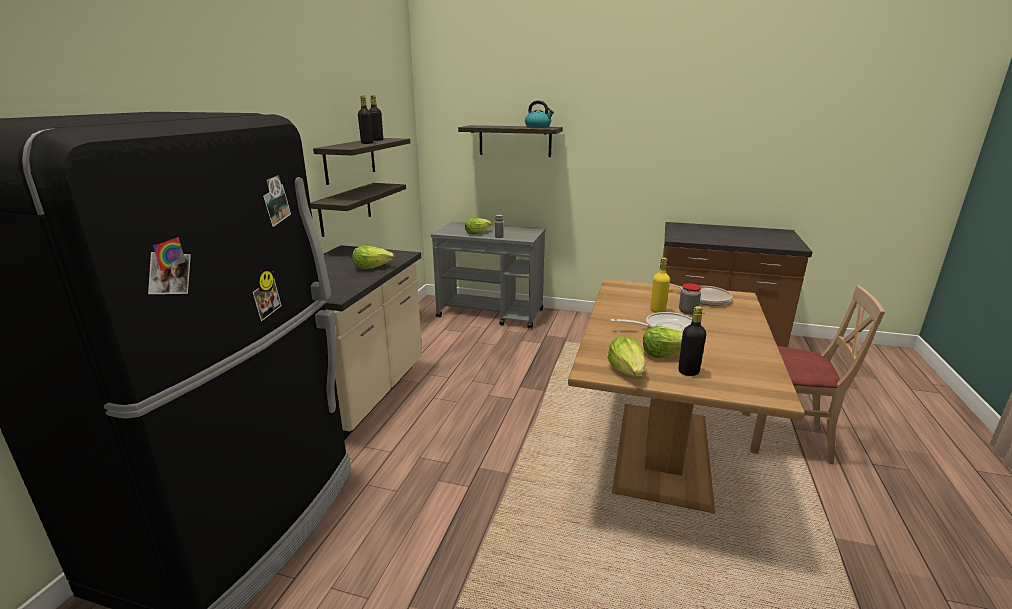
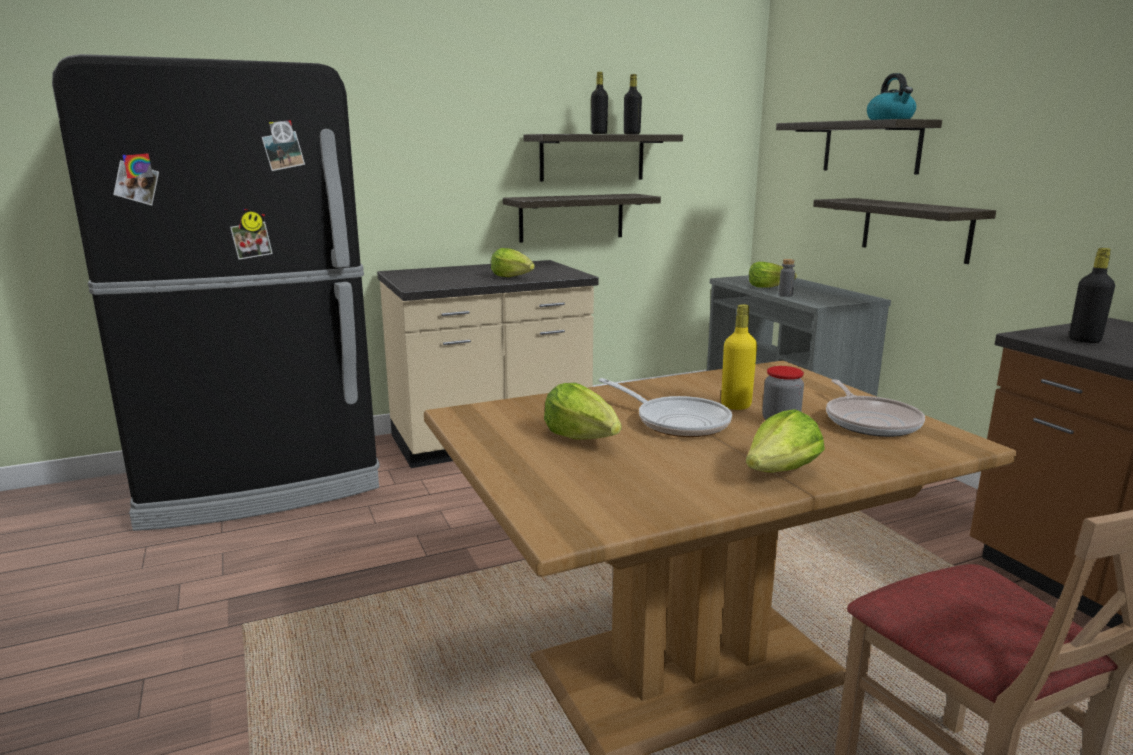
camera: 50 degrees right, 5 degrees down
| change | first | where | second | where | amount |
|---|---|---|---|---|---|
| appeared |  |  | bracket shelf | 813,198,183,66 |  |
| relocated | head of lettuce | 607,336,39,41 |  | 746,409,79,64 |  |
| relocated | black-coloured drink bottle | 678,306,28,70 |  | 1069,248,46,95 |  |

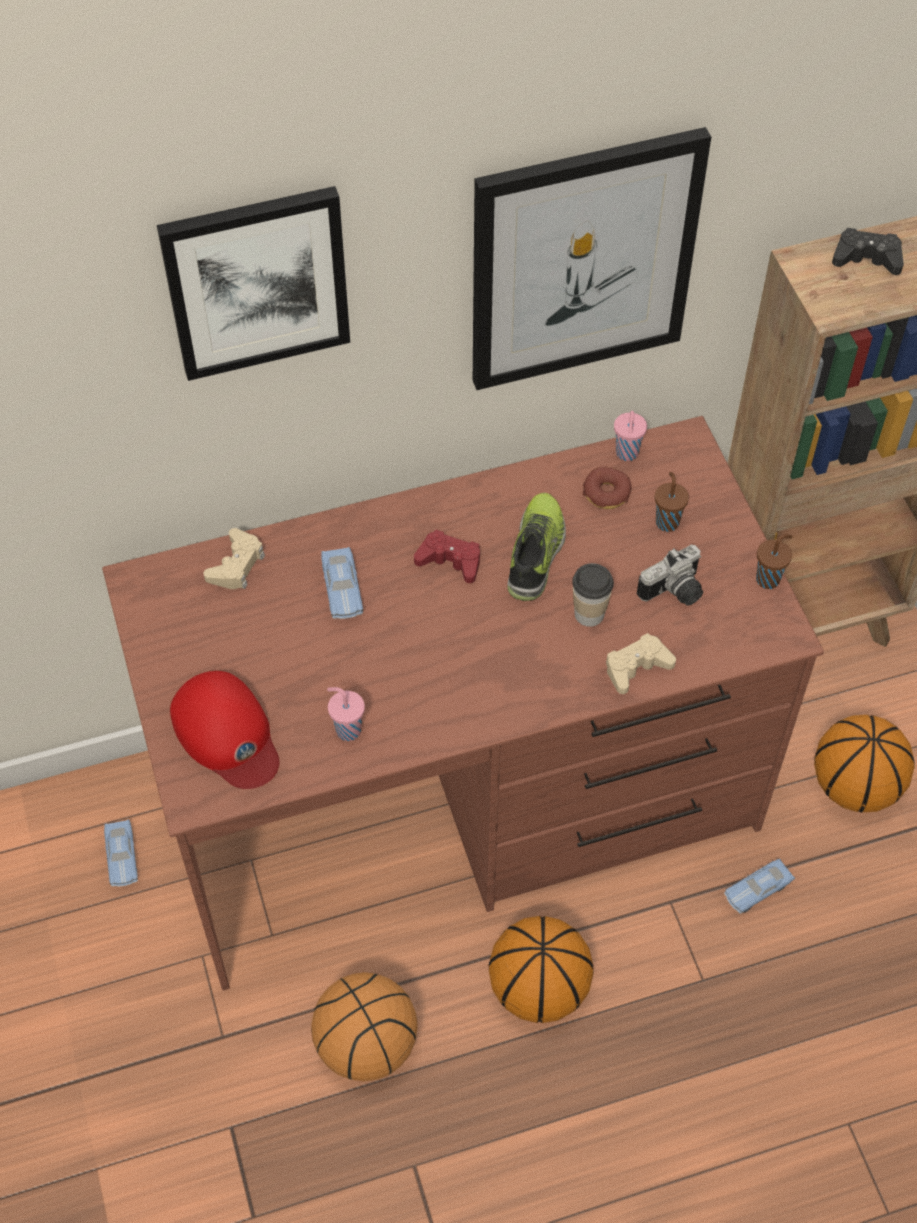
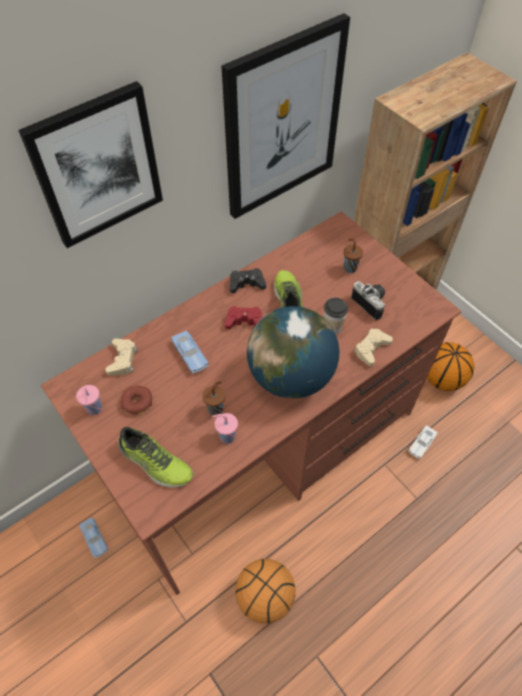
camera: 20 degrees left, 0 degrees up
| change | first | where | second | where | amount |
|---|---|---|---|---|---|
| missing | ball for basketball | 488,916,105,107 |  |  |  |
| appeared |  |  | desk globe | 247,306,92,93 |  |
| relocated | donut | 583,466,48,43 |  | 121,386,31,29 |  |
| relocated | pinkish small cup | 614,411,33,50 |  | 76,385,26,30 |  |
| relocated | brown-coloured small cup | 756,534,36,55 |  | 203,381,22,34 |  |
| relocated | black-coloured game controller | 832,228,72,47 |  | 229,268,37,25 |  |
| exchanged | red-coloured peaked cap | 170,671,109,118 | item of footwear | 118,427,75,61 |  |
| colour | blue-coloured toy car | 724,859,71,55 | white toy car | 408,425,30,34 |  |
| spun | photo camera | 637,545,66,60 |  | 352,281,33,39 | 75 degrees counterclockwise |

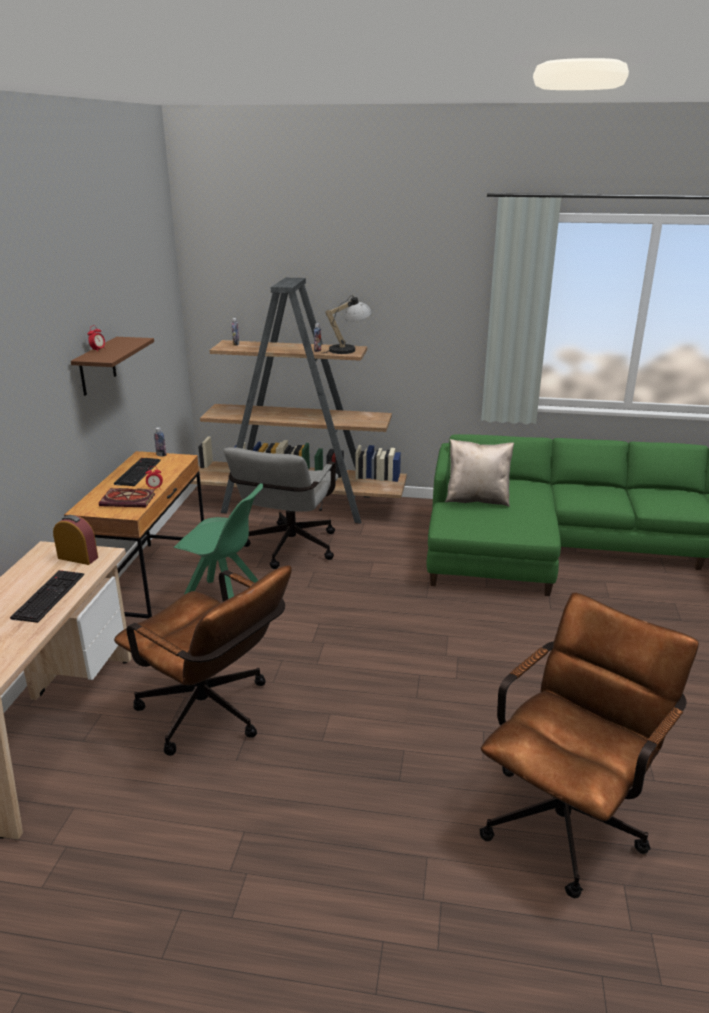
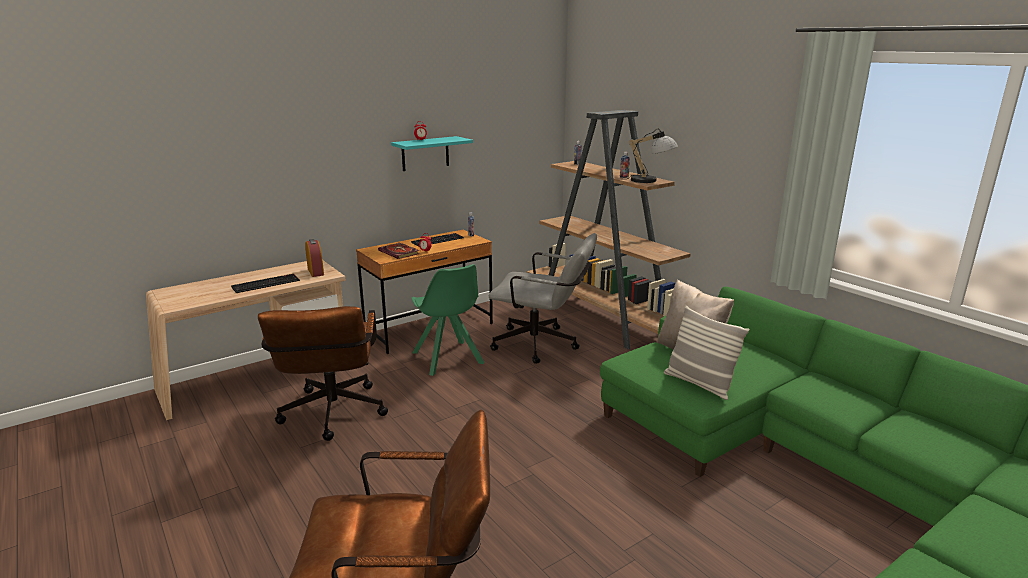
camera: 45 degrees right, 5 degrees down
| change | first | where | second | where | amount |
|---|---|---|---|---|---|
| appeared |  |  | pillow | 664,306,86,94 |  |
| colour | brown-coloured bracket shelf | 71,337,83,59 | turquoise-coloured bracket shelf | 391,136,82,35 |  |
| spun | gray computer chair | 224,447,114,122 |  | 489,233,108,131 | 135 degrees counterclockwise |

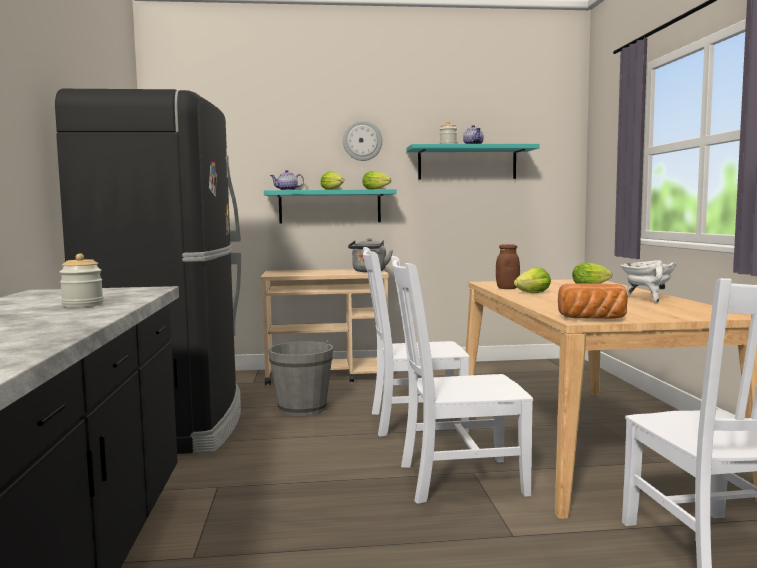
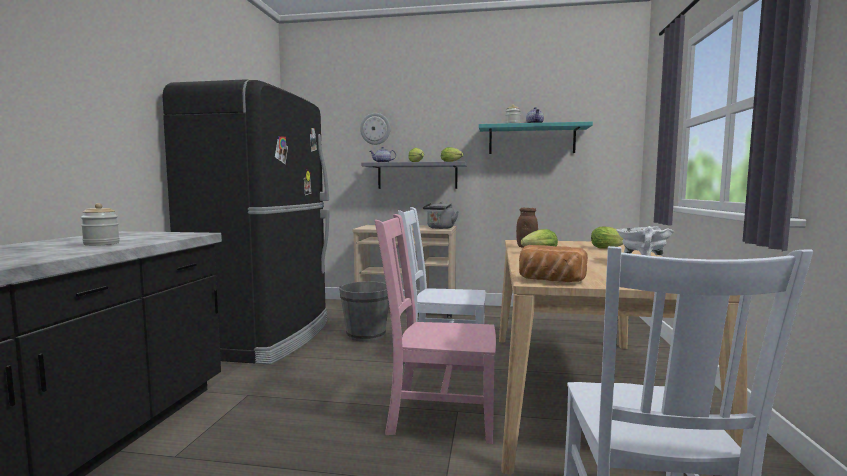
camera: 15 degrees right, 0 degrees up
| change | first | where | second | where | amount |
|---|---|---|---|---|---|
| relocated | clock on the wall | 343,120,39,41 |  | 360,113,30,32 |  |
| colour | turquoise-coloured bracket shelf | 264,189,133,35 | gray bracket shelf | 361,162,106,27 |  |
| colour | white upright chair | 391,256,142,248 | pinkish upright chair | 375,214,121,230 |  |

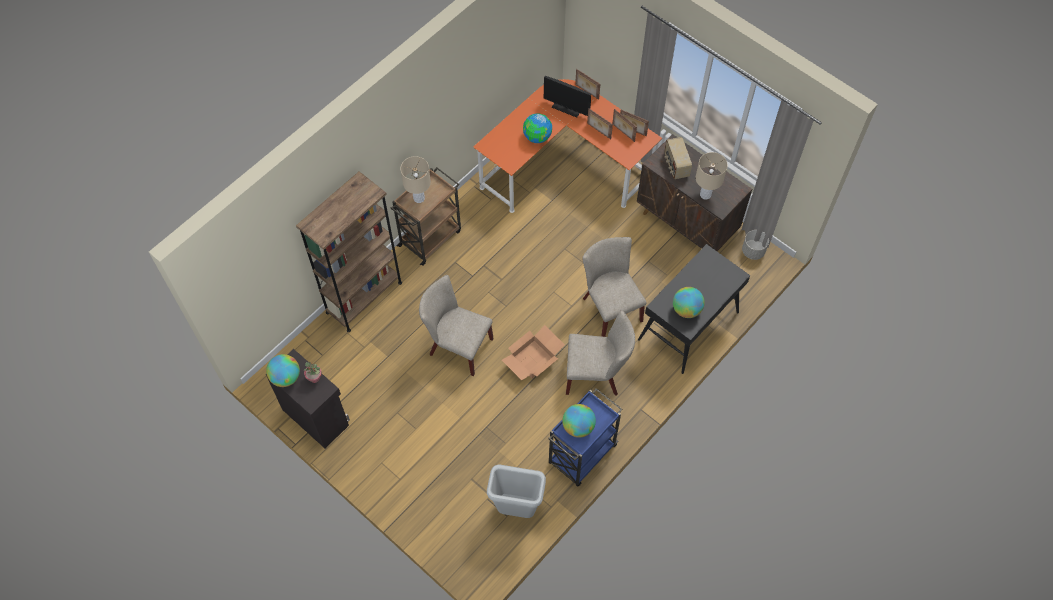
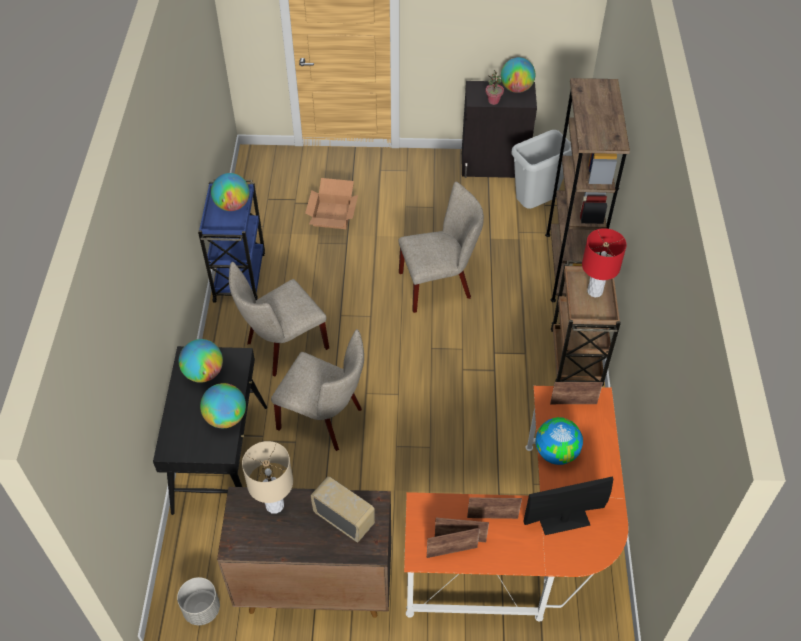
camera: 140 degrees right, 10 degrees down
| change | first | where | second | where | amount |
|---|---|---|---|---|---|
| appeared |  |  | desk globe | 200,383,46,45 |  |
| relocated | gray waste bin | 487,464,59,54 |  | 512,130,60,79 |  |
| relocated | carton | 502,325,63,55 |  | 305,178,53,51 |  |
| relocated | standing frame | 575,69,25,31 |  | 550,382,53,22 |  |
| colour | beige lamp for a table | 400,156,31,47 | red-coloured lamp for a table | 582,228,45,70 |  |

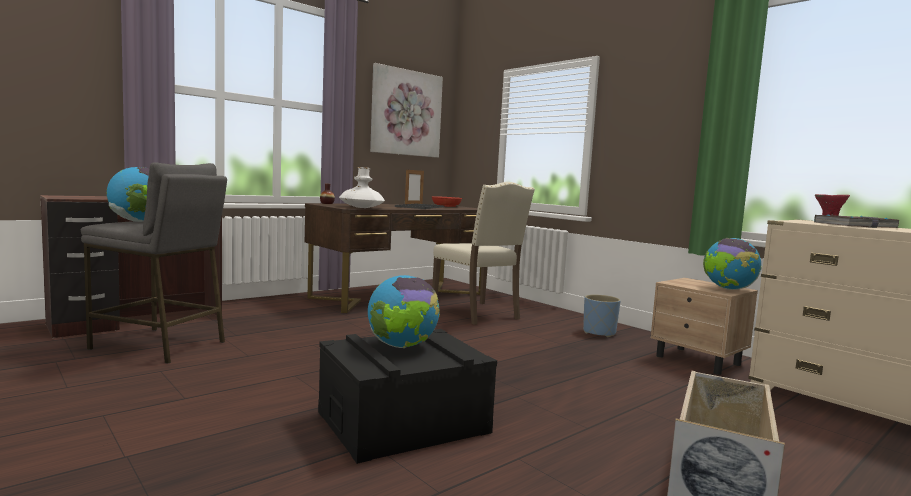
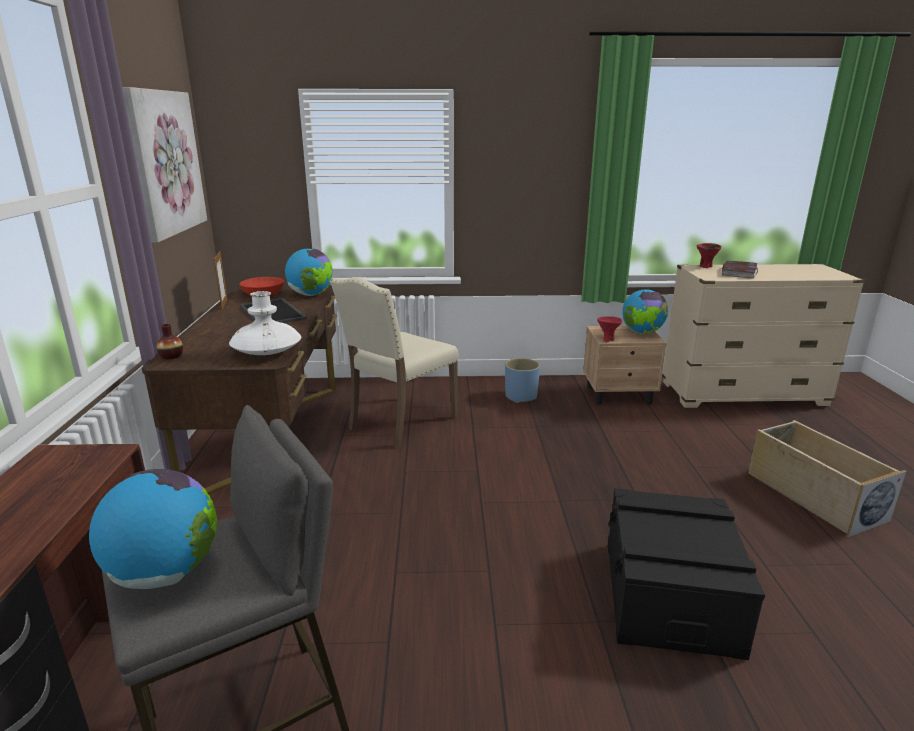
camera: 50 degrees left, 15 degrees up
| change | first | where | second | where | amount |
|---|---|---|---|---|---|
| appeared |  |  | red-coloured serving bowl | 597,316,25,26 |  |
| relocated | desk globe | 368,275,72,73 |  | 285,248,48,48 |  |
| spun | beige upright chair | 432,182,103,143 |  | 330,277,129,172 | 120 degrees clockwise |

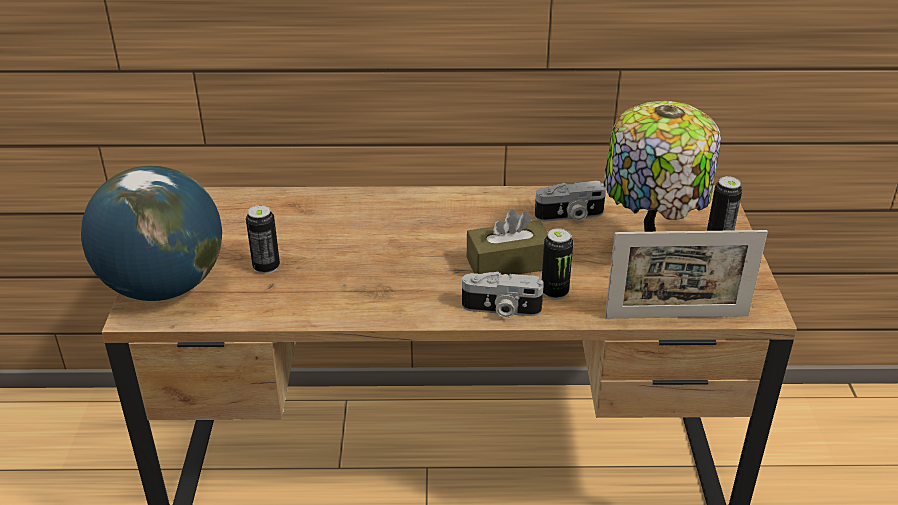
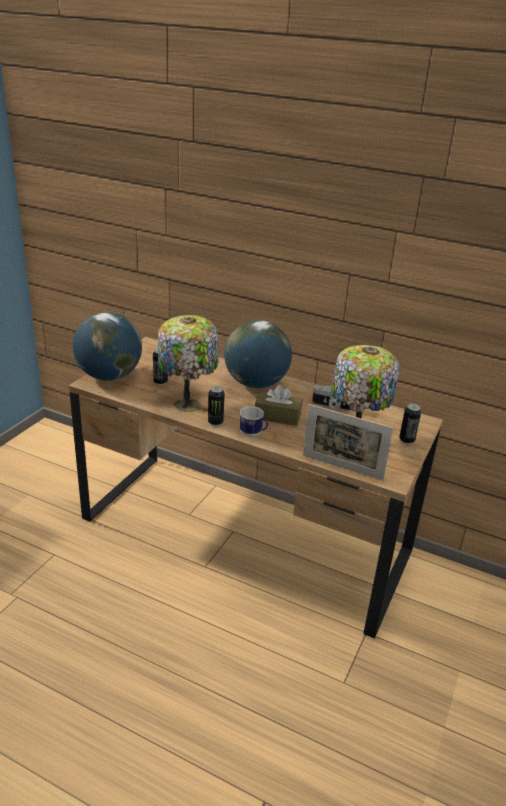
camera: 25 degrees right, 5 degrees down
| change | first | where | second | where | amount |
|---|---|---|---|---|---|
| appeared |  |  | lamp for a table | 158,315,61,97 |  |
| appeared |  |  | desk globe | 224,320,68,68 |  |
| relocated | sealed can | 542,228,31,71 |  | 208,386,17,40 |  |
| exchanged | photo camera | 462,272,82,46 | coffee mug | 240,406,28,31 |  |

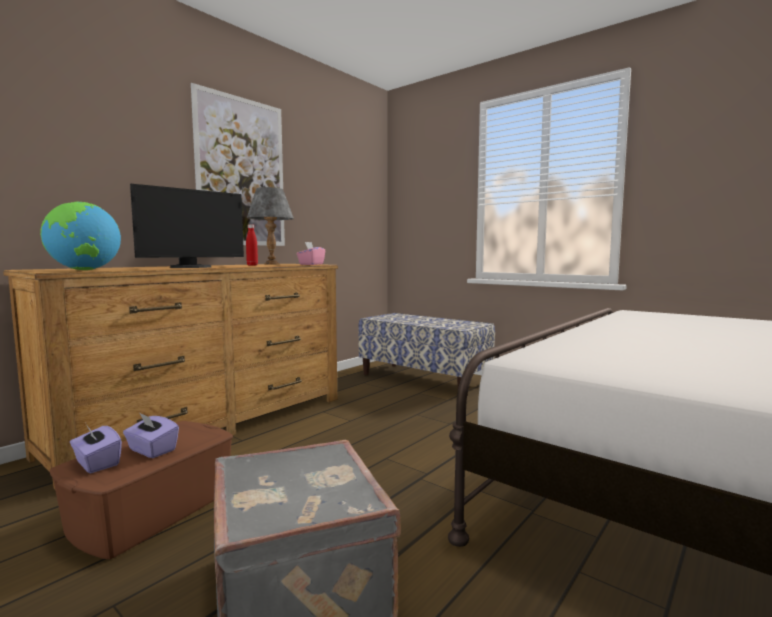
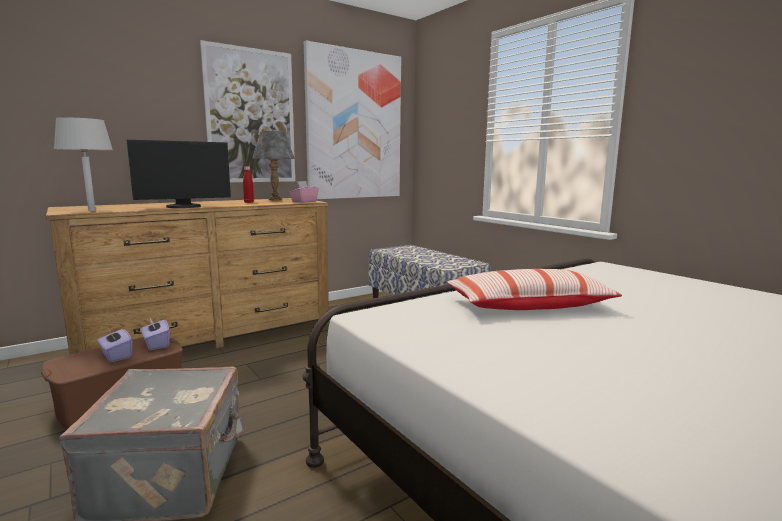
camera: 15 degrees right, 5 degrees up
| change | first | where | second | where | amount |
|---|---|---|---|---|---|
| appeared |  |  | wall art | 304,40,97,159 |  |
| appeared |  |  | pillow | 447,269,175,41 |  |
| relocated | purple-coloured tissue box | 70,426,52,47 |  | 141,317,29,33 |  |
| exchanged | desk globe | 40,202,81,68 | gray lamp for a table | 54,117,59,94 |  |

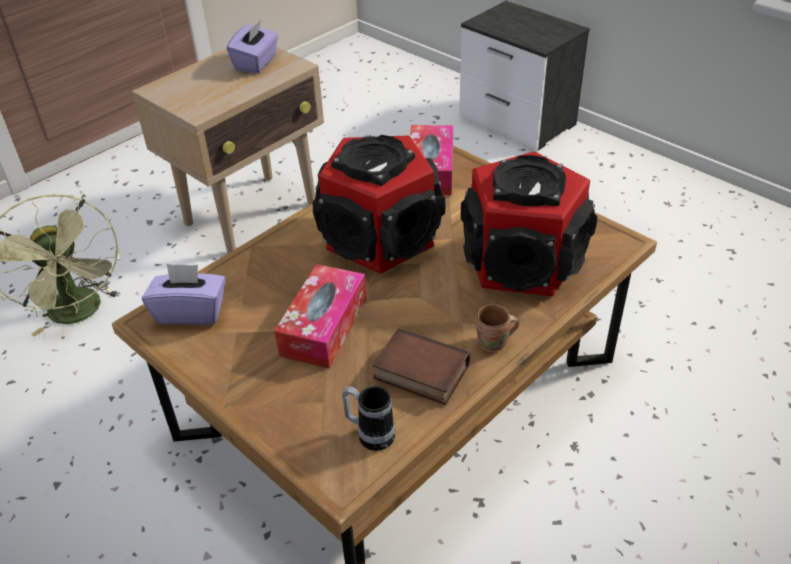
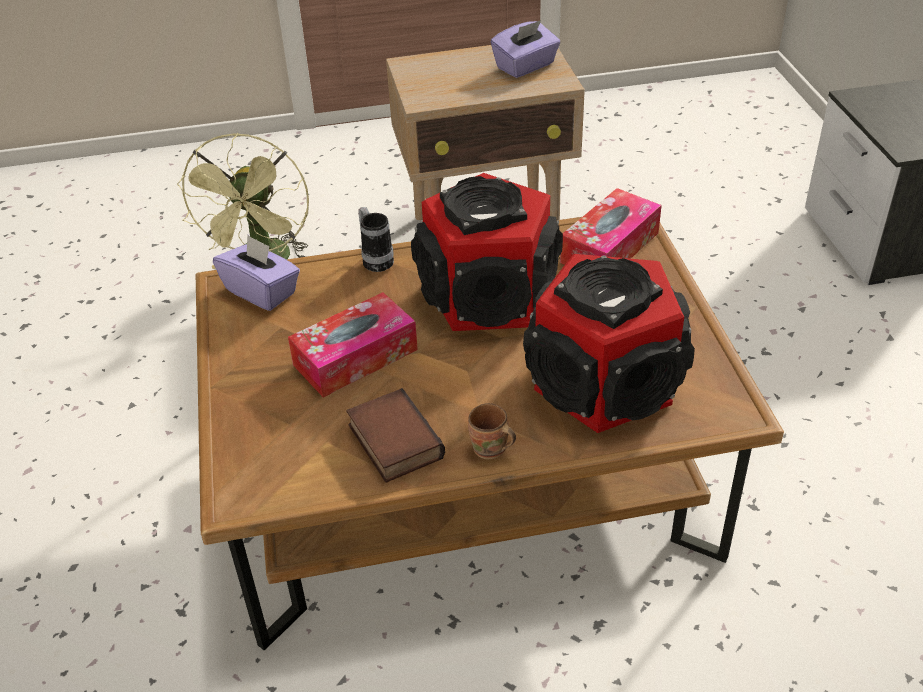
camera: 35 degrees right, 0 degrees up
| change | first | where | second | where | amount |
|---|---|---|---|---|---|
| relocated | coffee mug | 342,386,53,65 |  | 358,207,36,65 |  |

